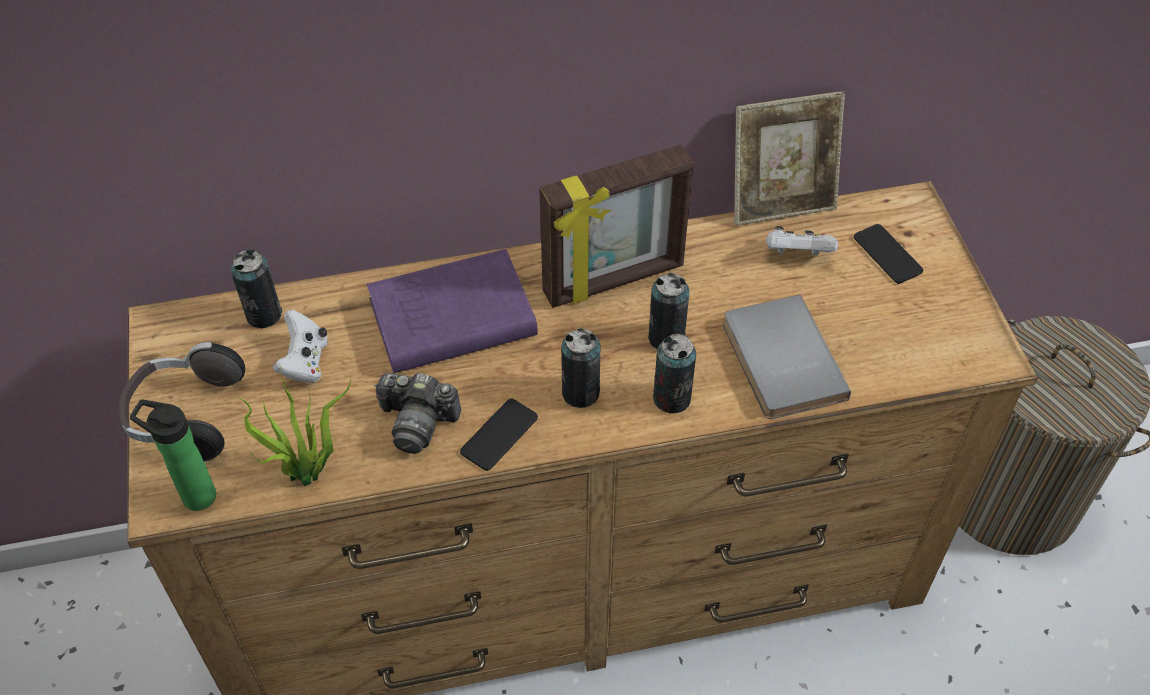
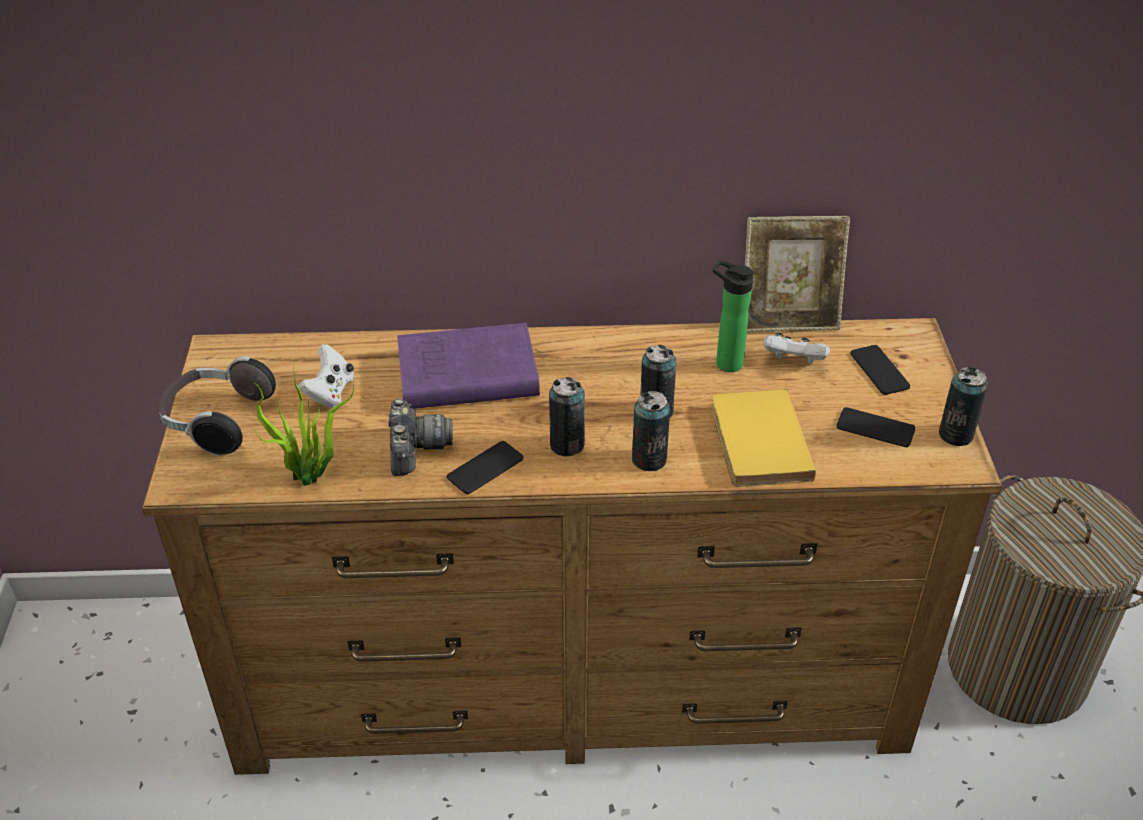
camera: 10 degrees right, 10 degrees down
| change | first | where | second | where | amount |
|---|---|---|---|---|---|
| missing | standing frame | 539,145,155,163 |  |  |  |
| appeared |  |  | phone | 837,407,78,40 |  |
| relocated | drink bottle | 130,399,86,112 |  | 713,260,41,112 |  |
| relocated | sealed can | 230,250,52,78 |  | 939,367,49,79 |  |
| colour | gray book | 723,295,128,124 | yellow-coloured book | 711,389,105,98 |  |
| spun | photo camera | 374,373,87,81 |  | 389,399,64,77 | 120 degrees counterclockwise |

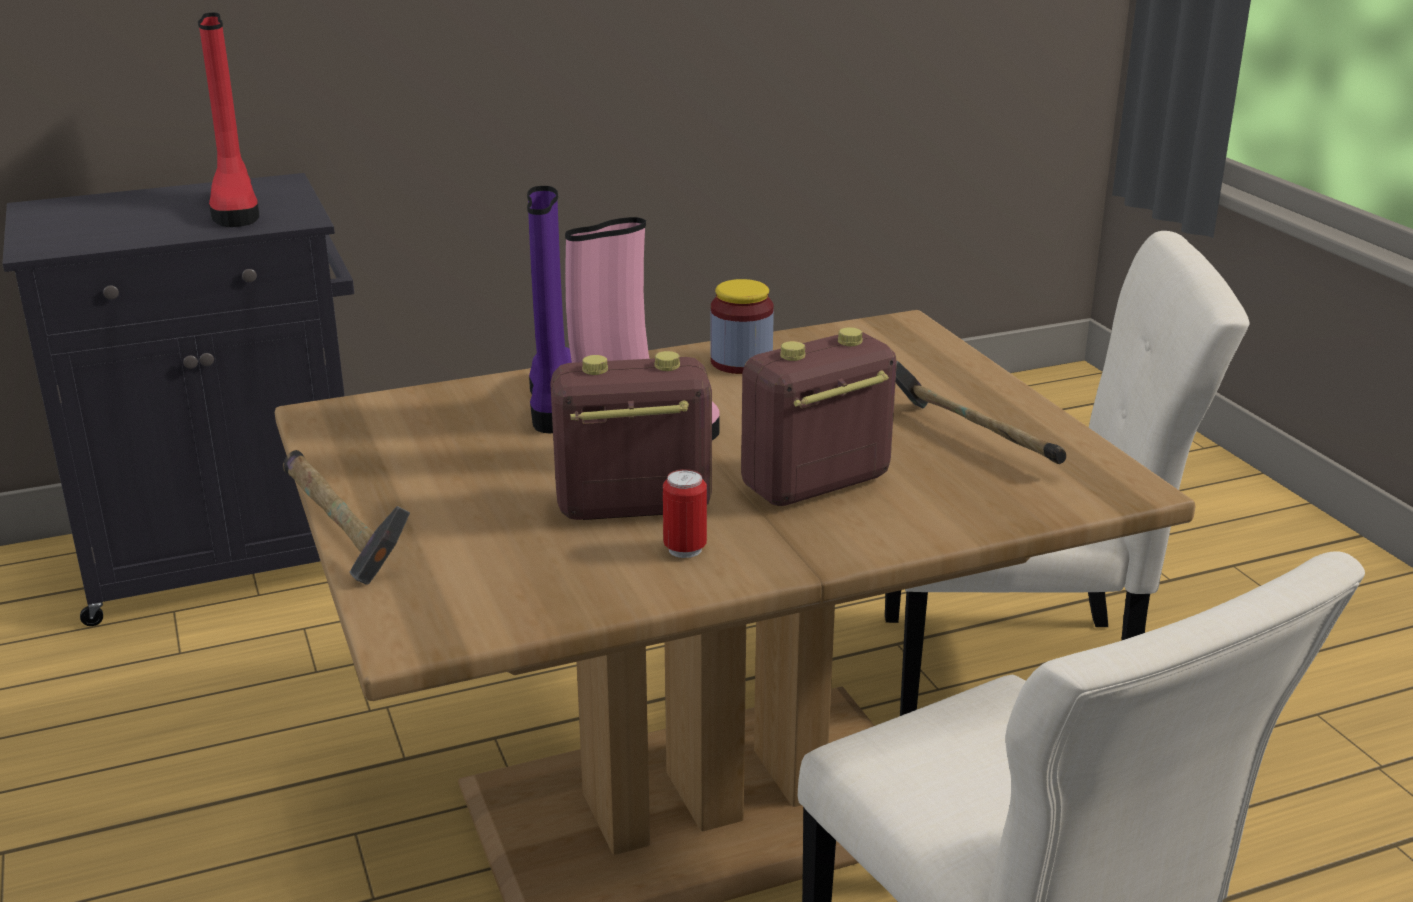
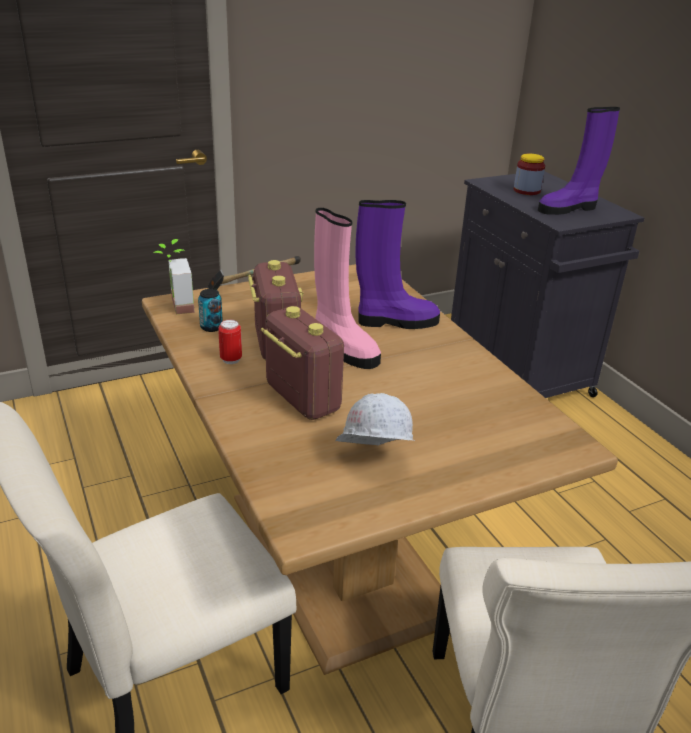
camera: 85 degrees right, 5 degrees up
| change | first | where | second | where | amount |
|---|---|---|---|---|---|
| appeared |  |  | plant in a pot | 153,239,41,76 |  |
| appeared |  |  | sealed can | 198,289,25,43 |  |
| relocated | jar | 710,279,64,95 |  | 514,154,31,41 |  |
| exchanged | hand hammer | 896,361,170,103 | white hard hat | 335,393,80,53 |  |
| colour | red-coloured high-top boot | 198,13,61,214 | purple-coloured high-top boot | 538,107,82,108 |  |

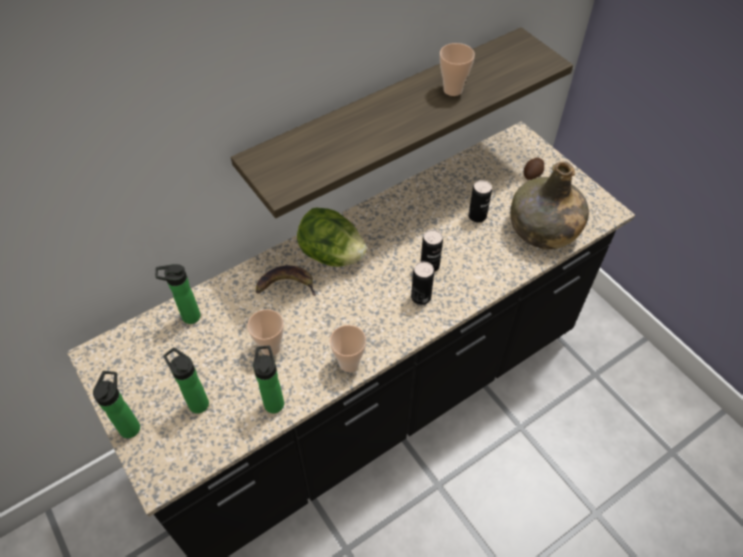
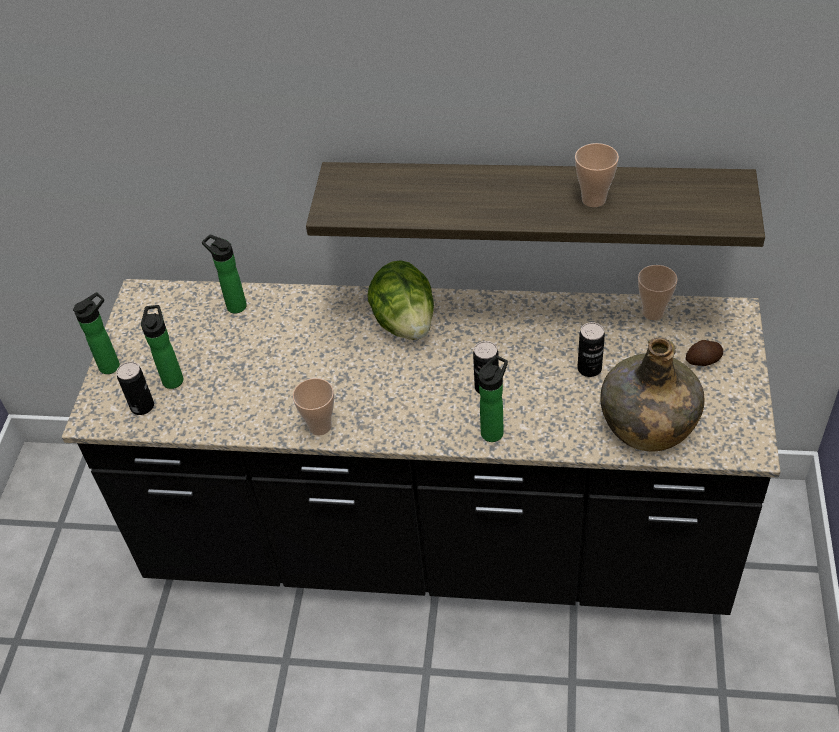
camera: 45 degrees right, 5 degrees down
| change | first | where | second | where | amount |
|---|---|---|---|---|---|
| missing | whole banana | 256,266,60,30 |  |  |  |
| relocated | small cup | 247,309,37,47 |  | 638,265,40,55 |  |
| relocated | drink bottle | 253,346,31,67 |  | 479,355,29,87 |  |
| relocated | sealed can | 411,261,23,44 |  | 116,362,38,53 |  |

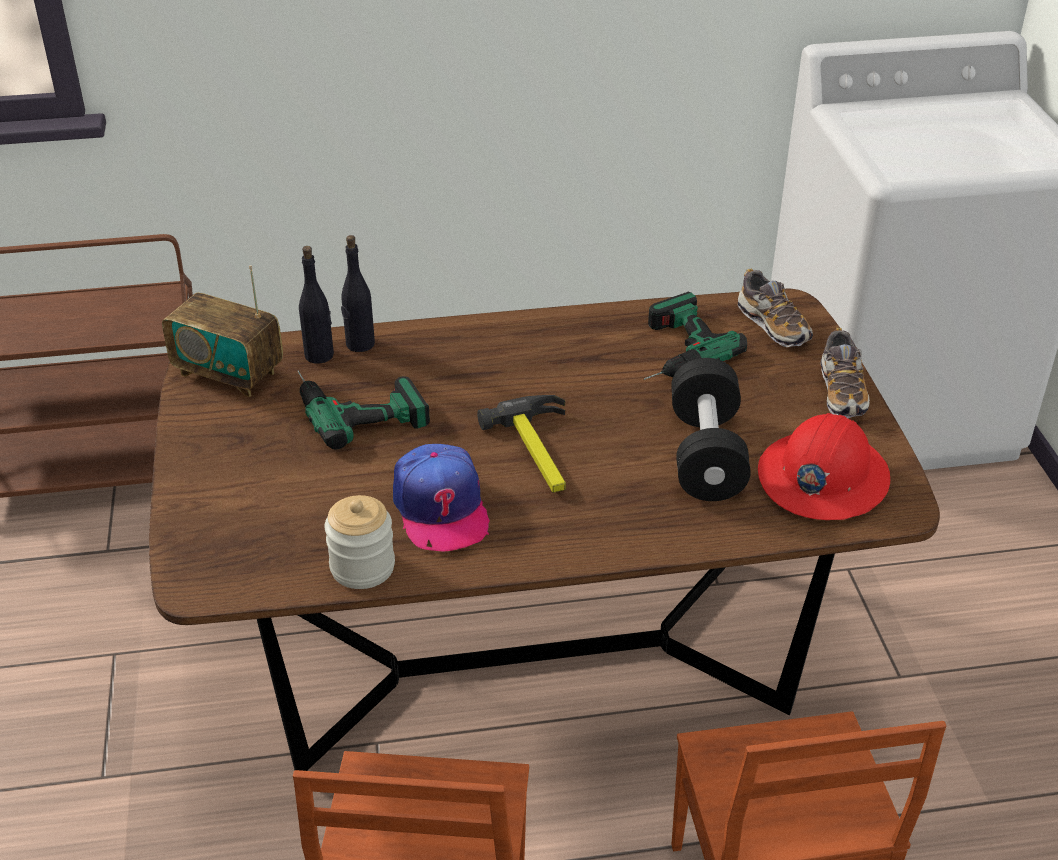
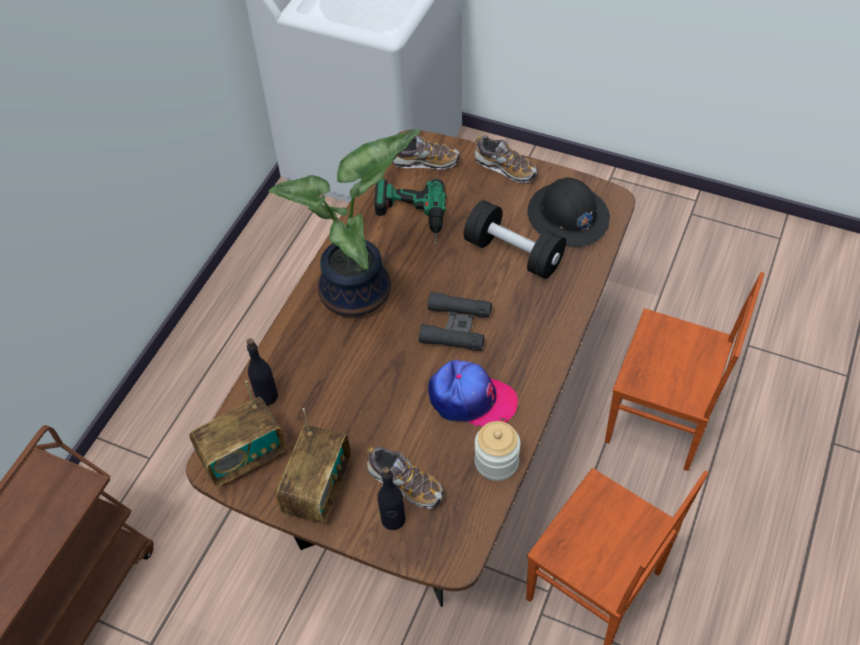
camera: 55 degrees left, 15 degrees up
| change | first | where | second | where | amount |
|---|---|---|---|---|---|
| missing | electric drill | 298,370,132,80 |  |  |  |
| appeared |  |  | plant in a pot | 269,130,152,186 |  |
| appeared |  |  | radio receiver | 276,408,75,116 |  |
| appeared |  |  | item of footwear | 367,447,77,62 |  |
| relocated | black-coloured drink bottle | 341,235,34,117 |  | 378,466,28,64 |  |
| exchanged | hand hammer | 477,395,89,98 | black-coloured binoculars | 419,292,73,59 |  |
| colour | red-coloured hard hat | 758,413,132,107 | black-coloured hard hat | 528,177,82,70 |  |

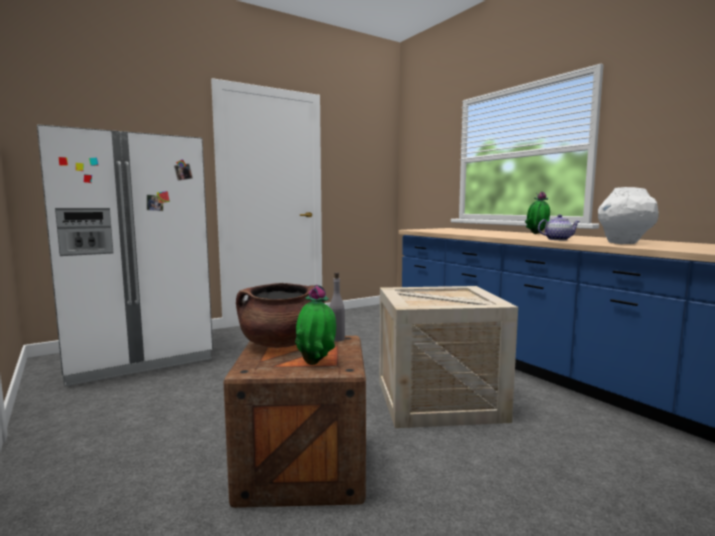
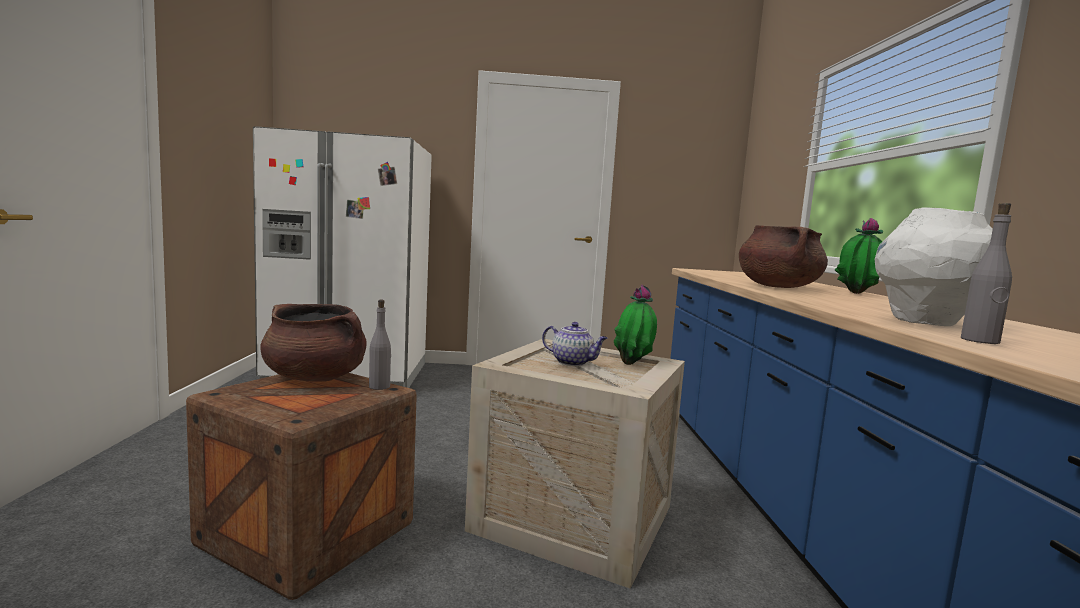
camera: 30 degrees right, 0 degrees up
| change | first | where | second | where | amount |
|---|---|---|---|---|---|
| appeared |  |  | brown-coloured stockpot | 739,225,89,63 |  |
| appeared |  |  | gray drink bottle | 961,203,51,141 |  |
| relocated | plant in a pot | 295,284,41,81 |  | 614,285,43,80 |  |
| relocated | pot for tea | 538,214,42,26 |  | 542,322,66,44 |  |

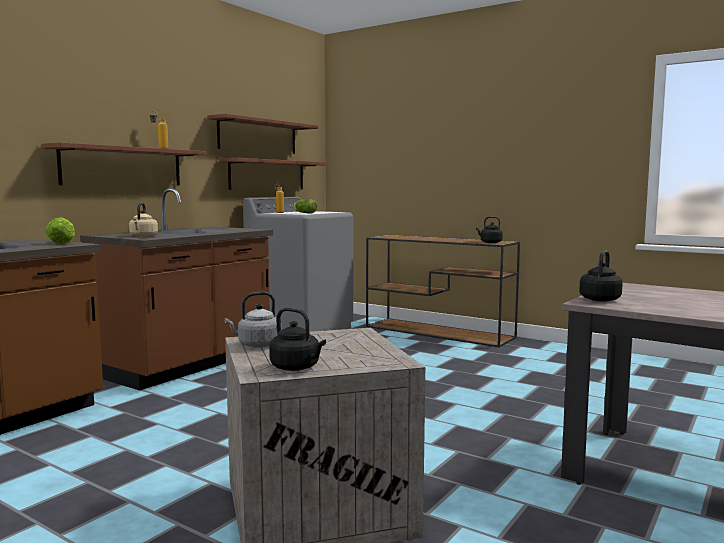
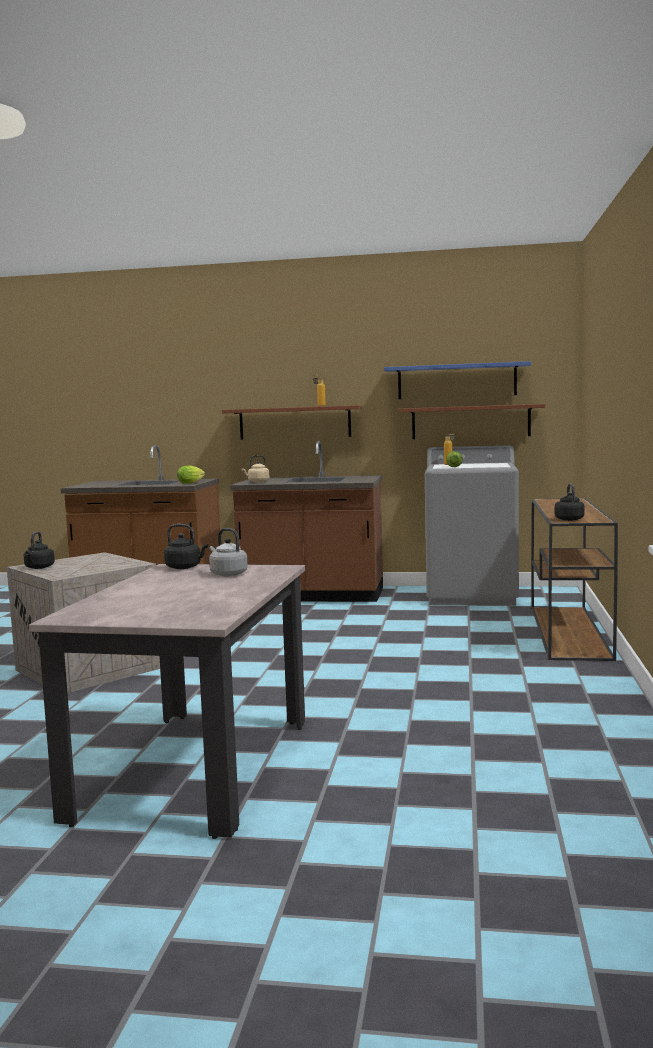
camera: 65 degrees right, 0 degrees up
| change | first | where | second | where | amount |
|---|---|---|---|---|---|
| relocated | gray kettle | 224,292,58,56 |  | 209,528,39,48 |  |
| colour | brown-coloured bracket shelf | 208,114,110,40 | blue-coloured bracket shelf | 384,361,147,38 |  |

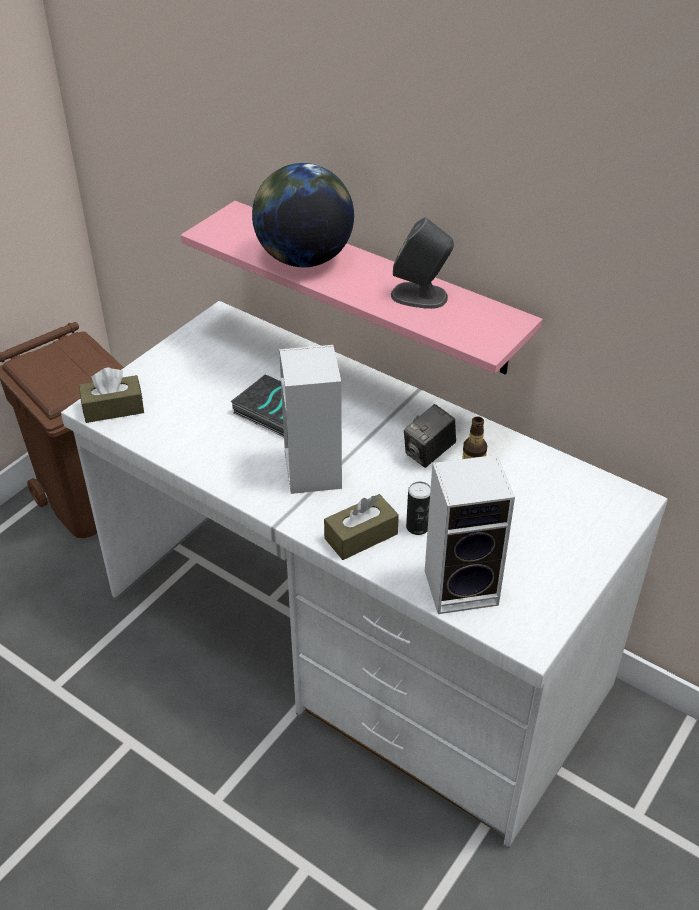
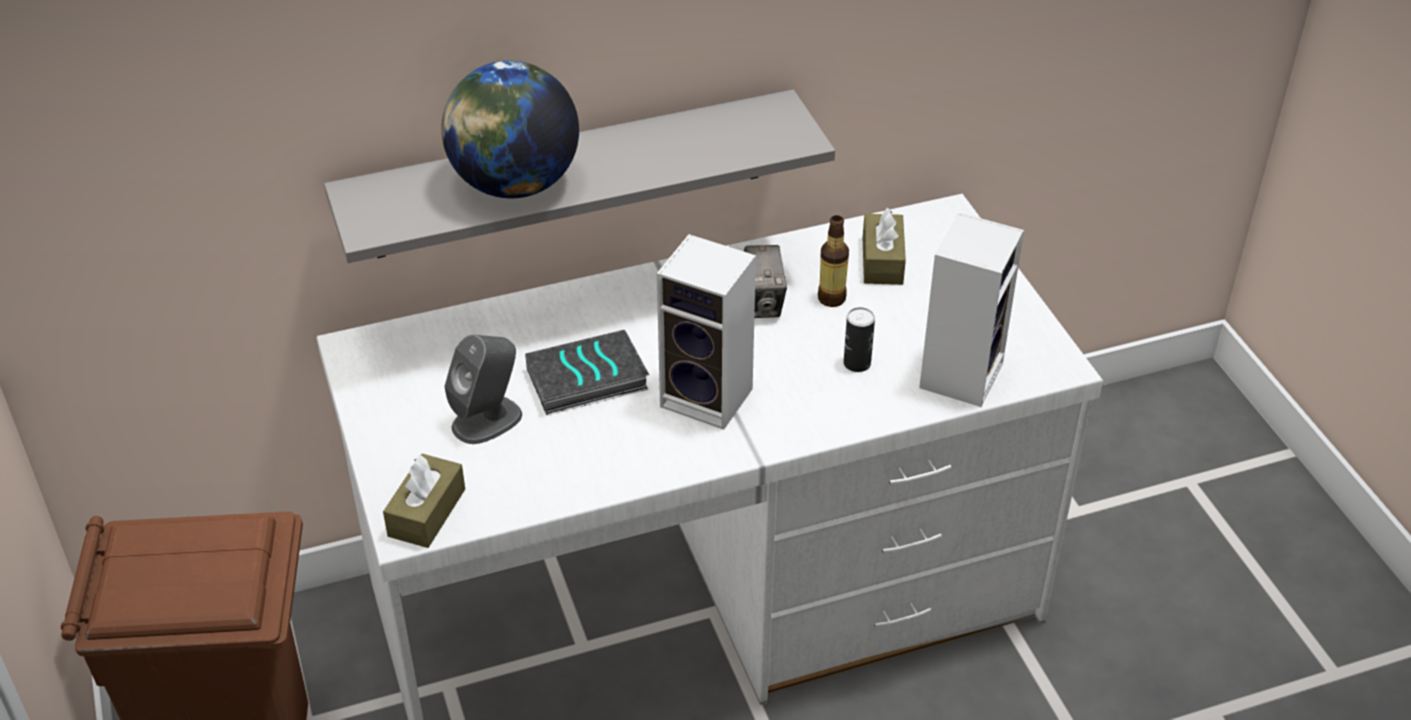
camera: 55 degrees left, 0 degrees up
| change | first | where | second | where | amount |
|---|---|---|---|---|---|
| relocated | brown-coloured tissue box | 324,494,75,66 |  | 863,207,43,78 |  |
| relocated | gray speaker | 391,217,63,92 |  | 444,335,78,109 |  |
| colour | pinkish bracket shelf | 181,201,362,174 | gray bracket shelf | 324,90,511,173 |  |

